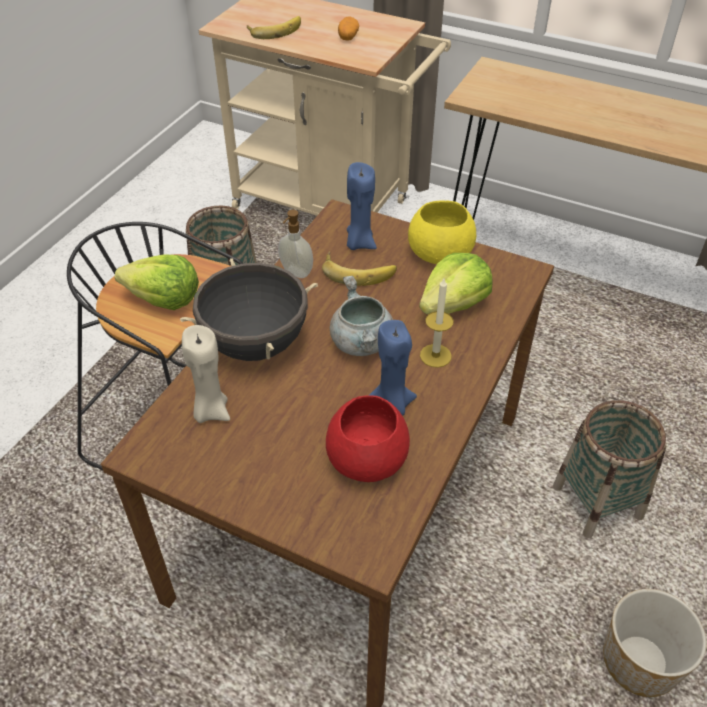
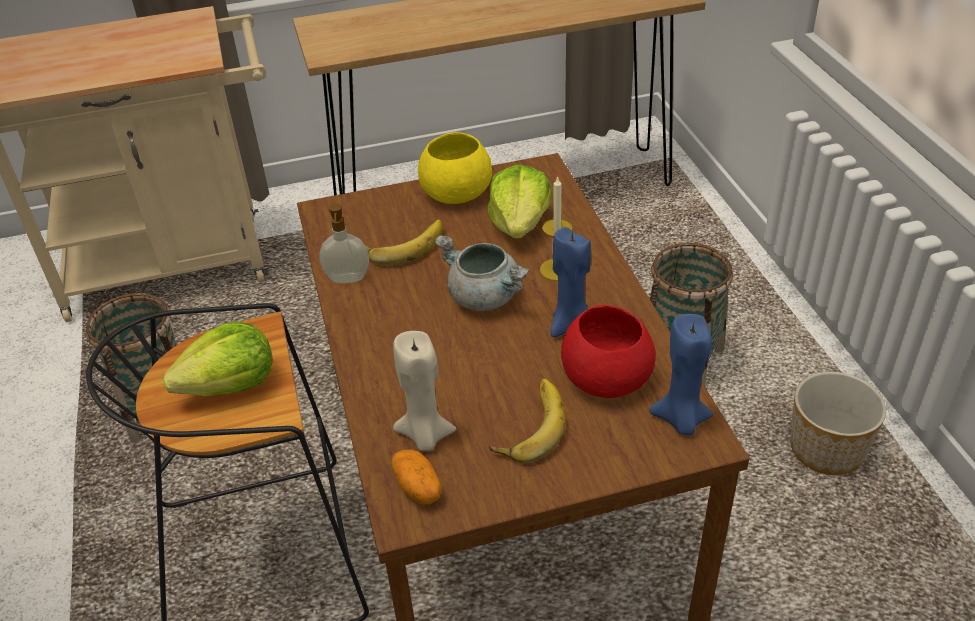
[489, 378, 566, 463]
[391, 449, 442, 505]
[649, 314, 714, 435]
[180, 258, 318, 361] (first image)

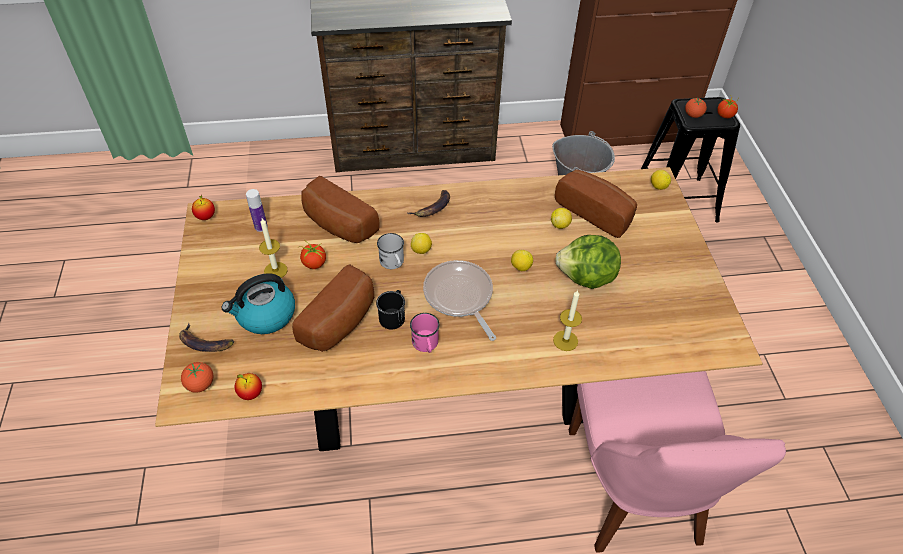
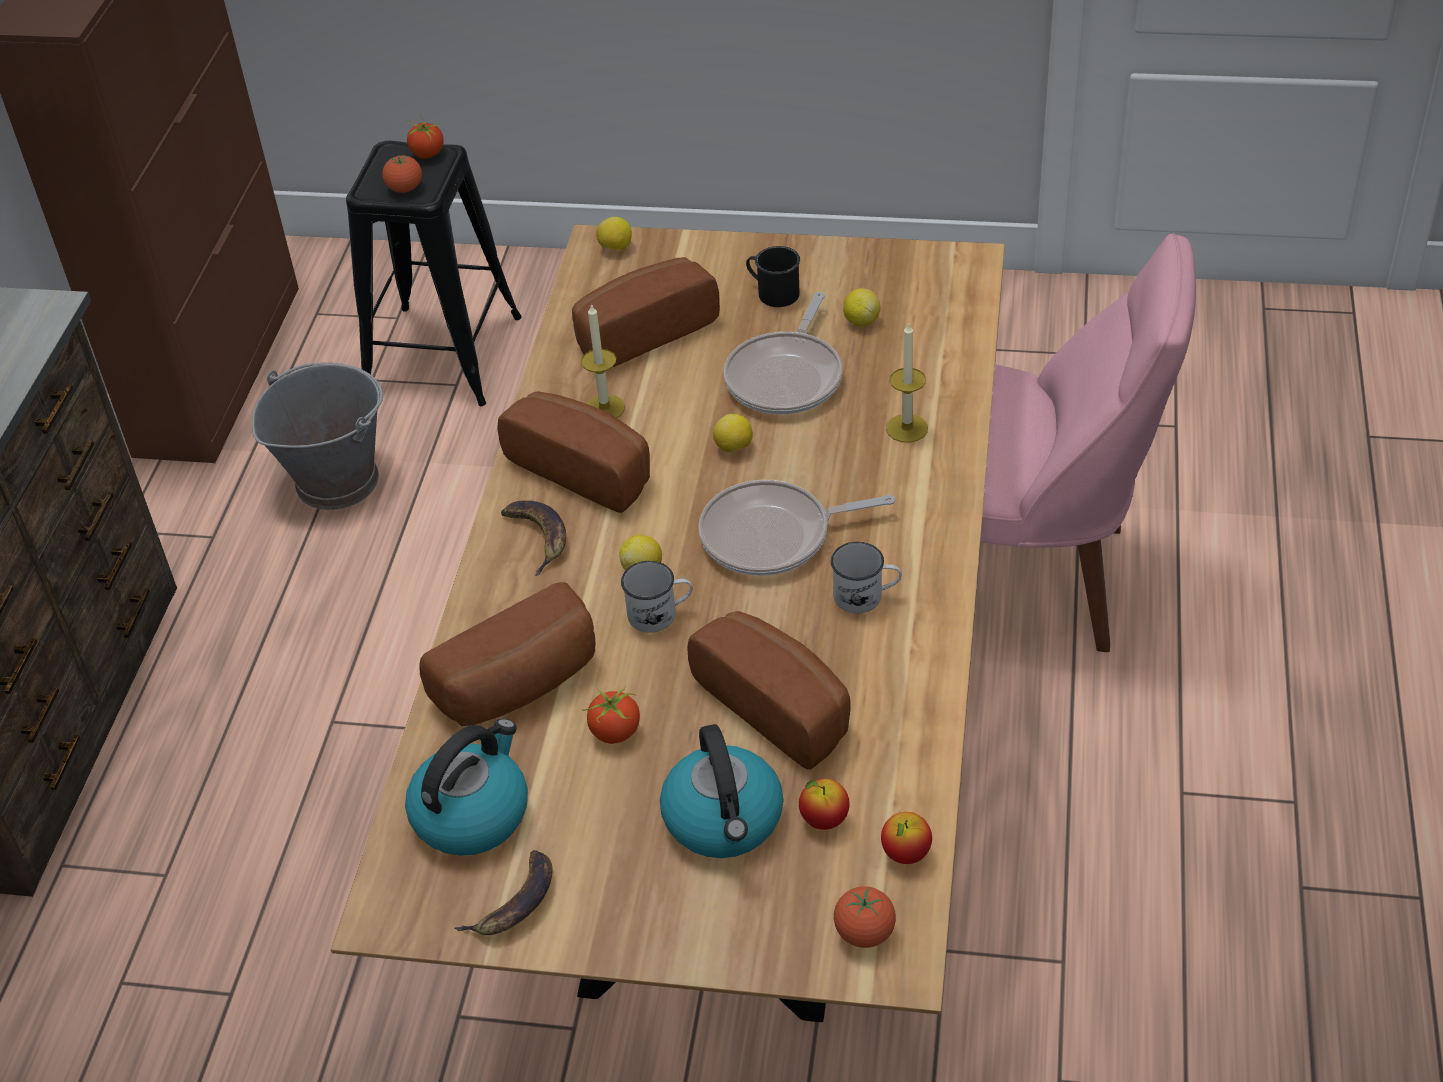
[405, 719, 528, 856]
[799, 779, 850, 830]
[843, 288, 881, 326]
[581, 303, 625, 418]
[724, 292, 842, 415]
[746, 246, 800, 307]
[831, 542, 901, 613]
[455, 850, 553, 935]
[497, 391, 650, 513]

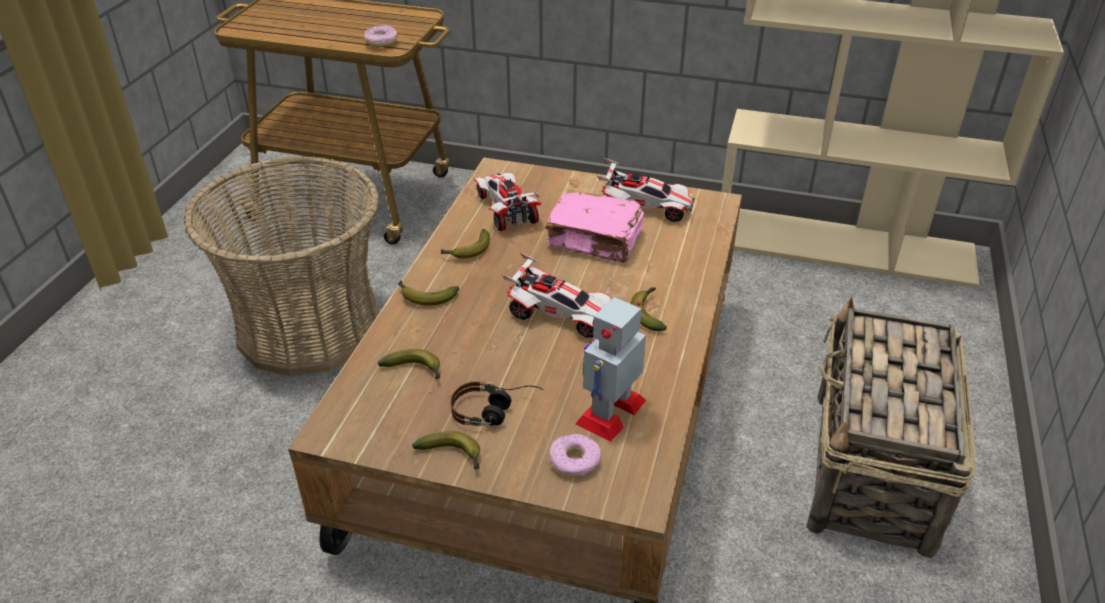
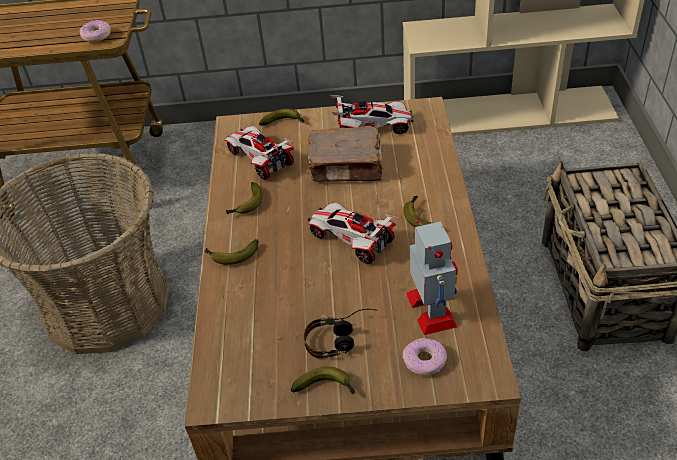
[308, 126, 383, 182]
[307, 202, 399, 264]
[406, 220, 458, 335]
[259, 109, 305, 126]

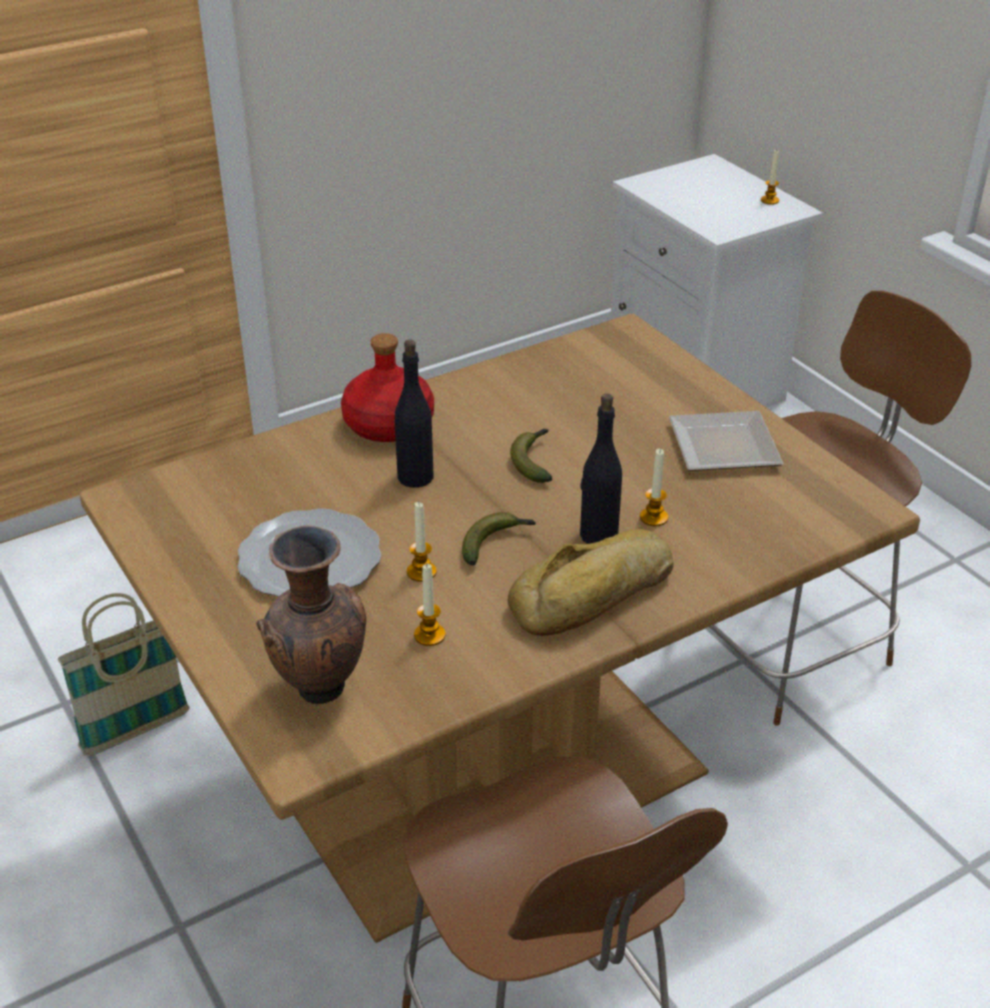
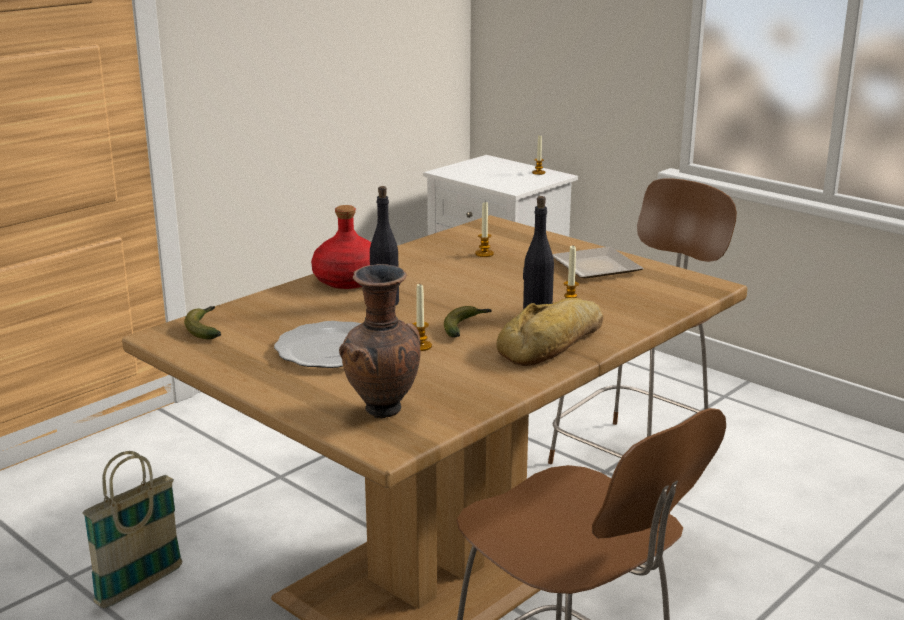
[184, 306, 221, 339]
[475, 202, 494, 257]

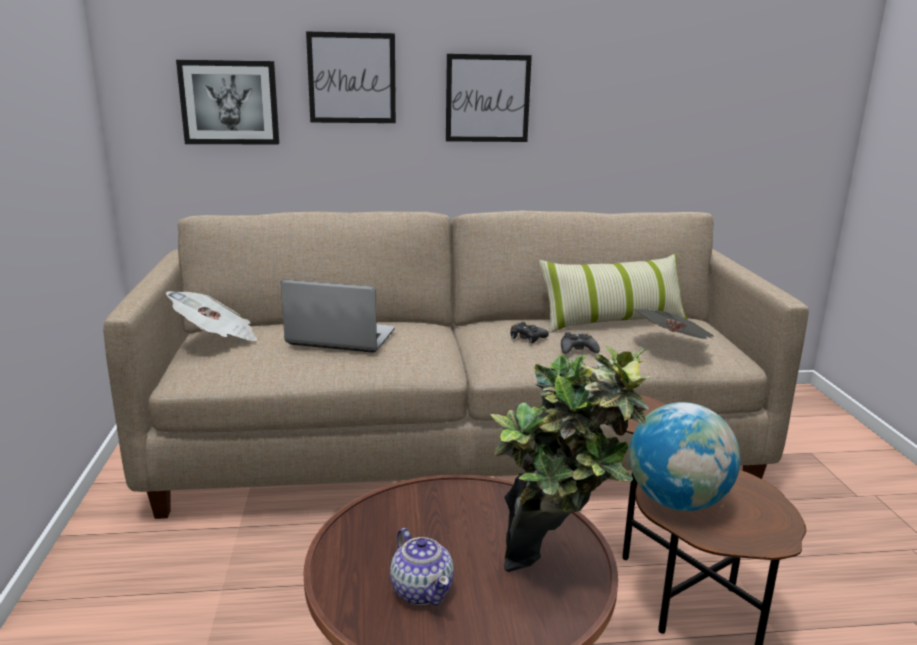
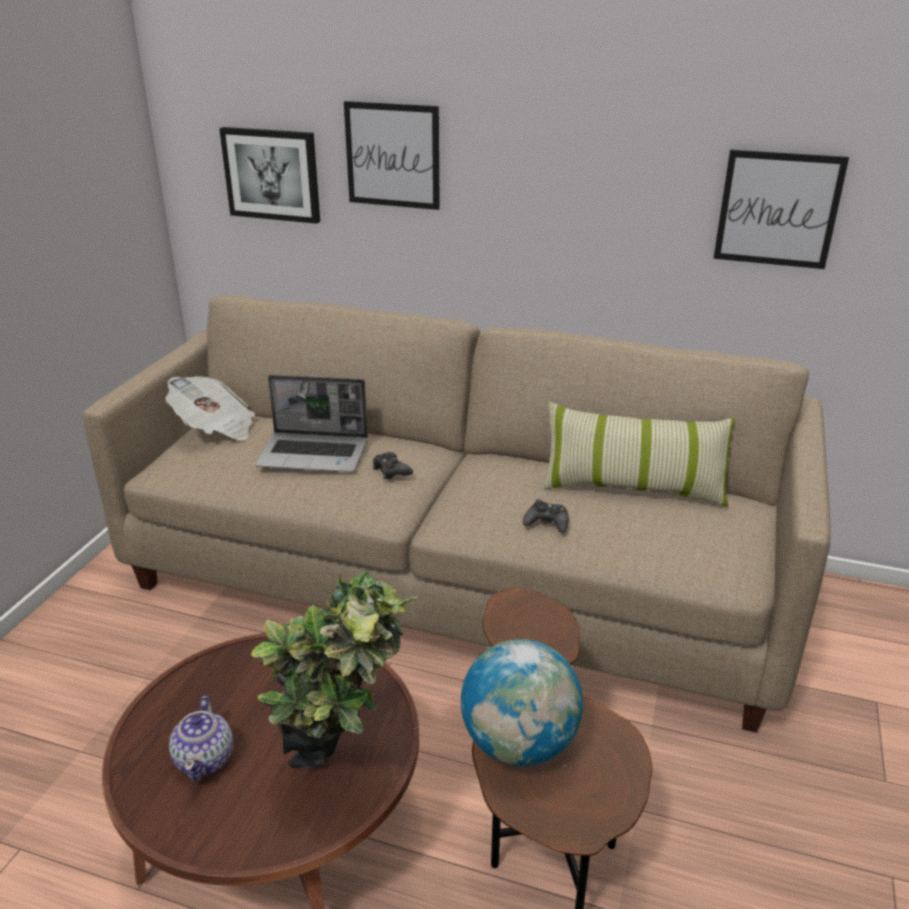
[713, 150, 849, 269]
[255, 375, 368, 472]
[632, 309, 714, 339] (first image)
[372, 452, 413, 480]

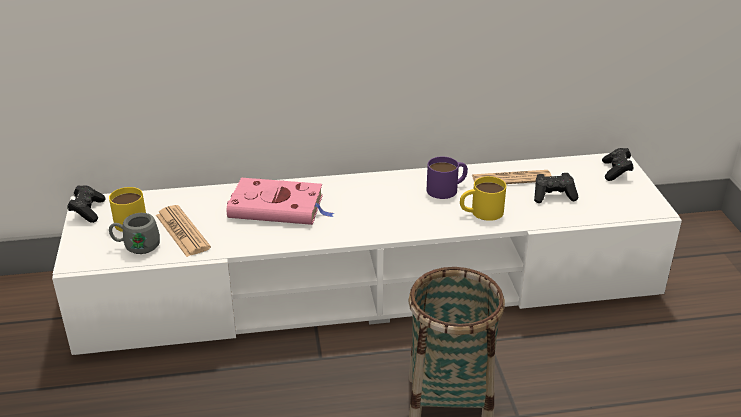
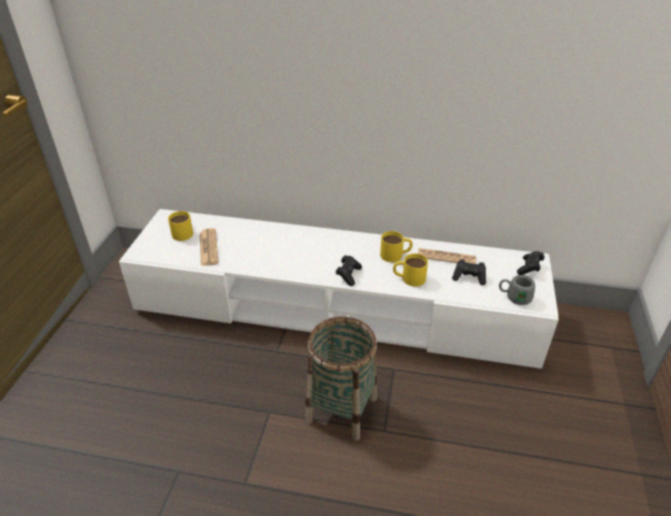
[380, 231, 413, 262]
[227, 178, 334, 225] (first image)
[336, 255, 362, 286]
[499, 275, 535, 305]

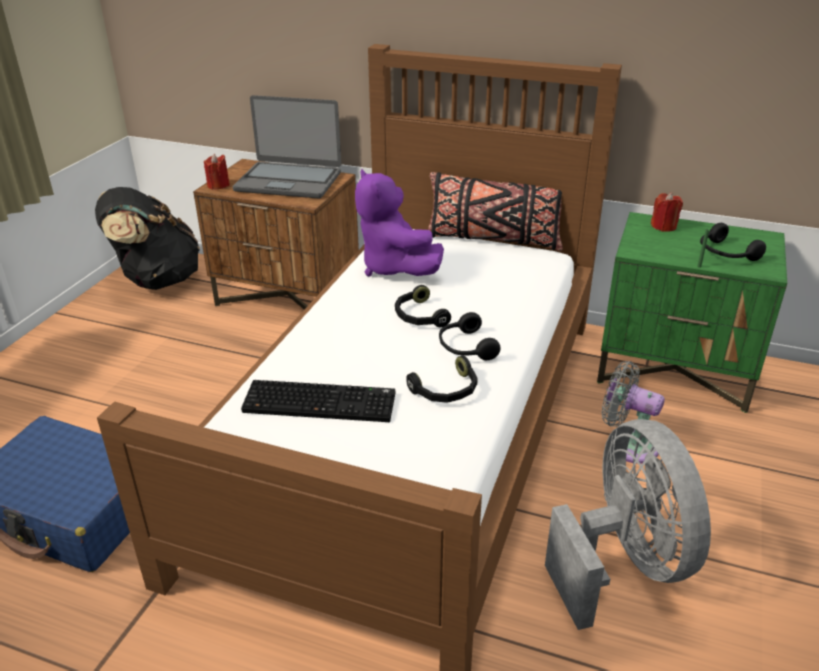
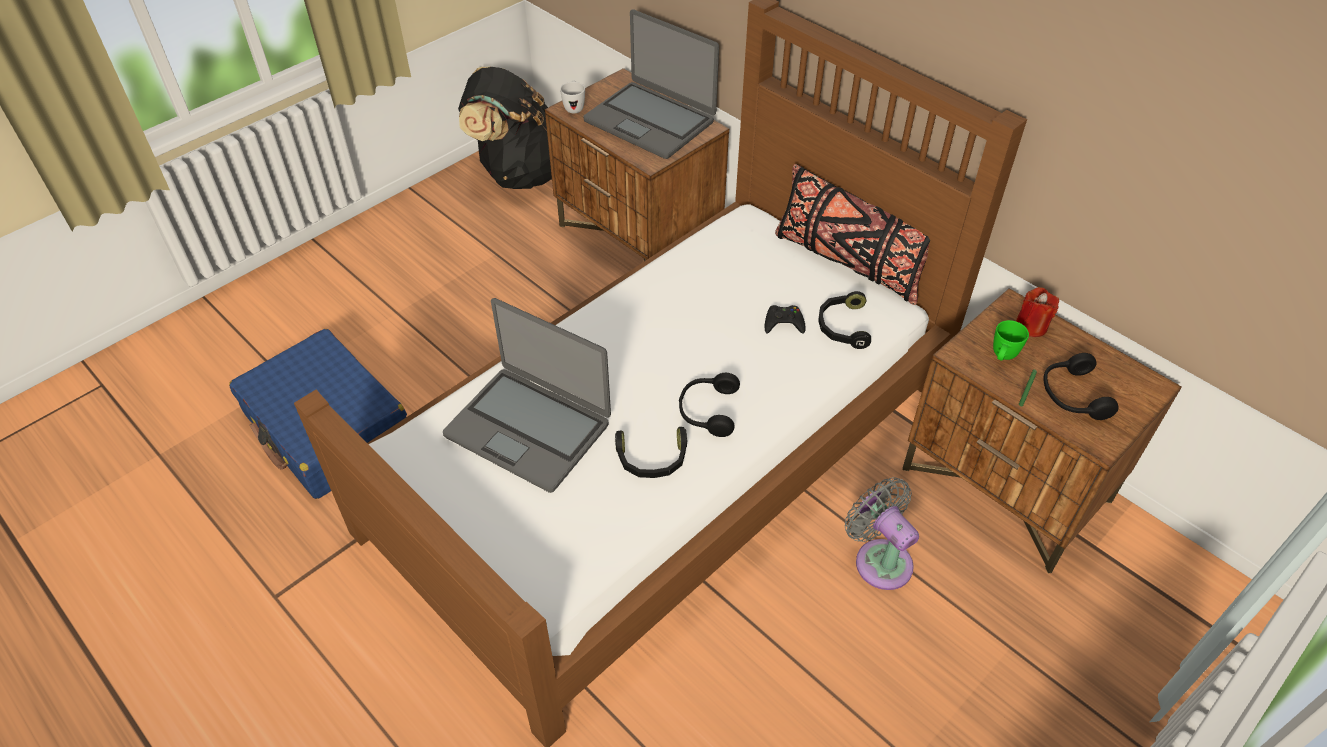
[560, 81, 585, 113]
[355, 169, 444, 277] (first image)
[902, 288, 1182, 574]
[818, 291, 871, 349]
[443, 298, 611, 493]
[545, 419, 711, 630] (first image)
[764, 305, 806, 334]
[993, 320, 1029, 361]

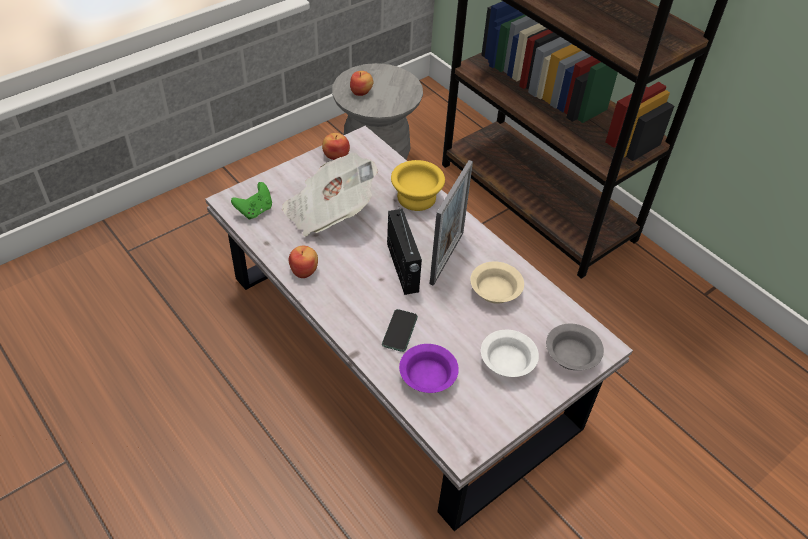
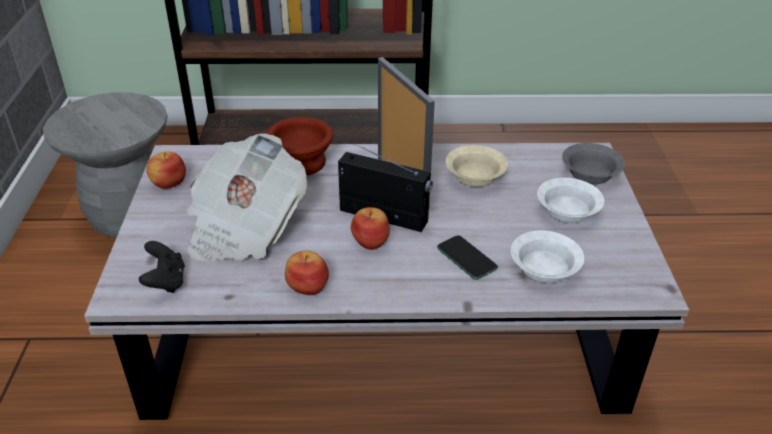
[351, 207, 390, 250]
[266, 117, 333, 176]
[139, 241, 185, 293]
[511, 231, 584, 283]

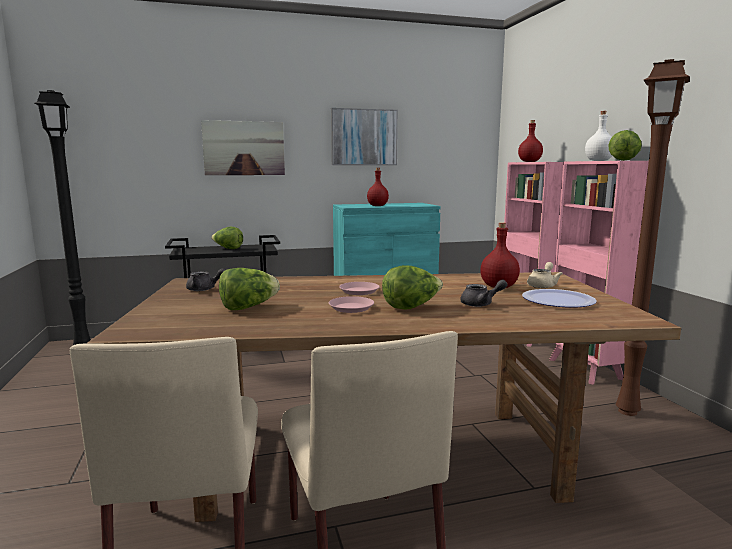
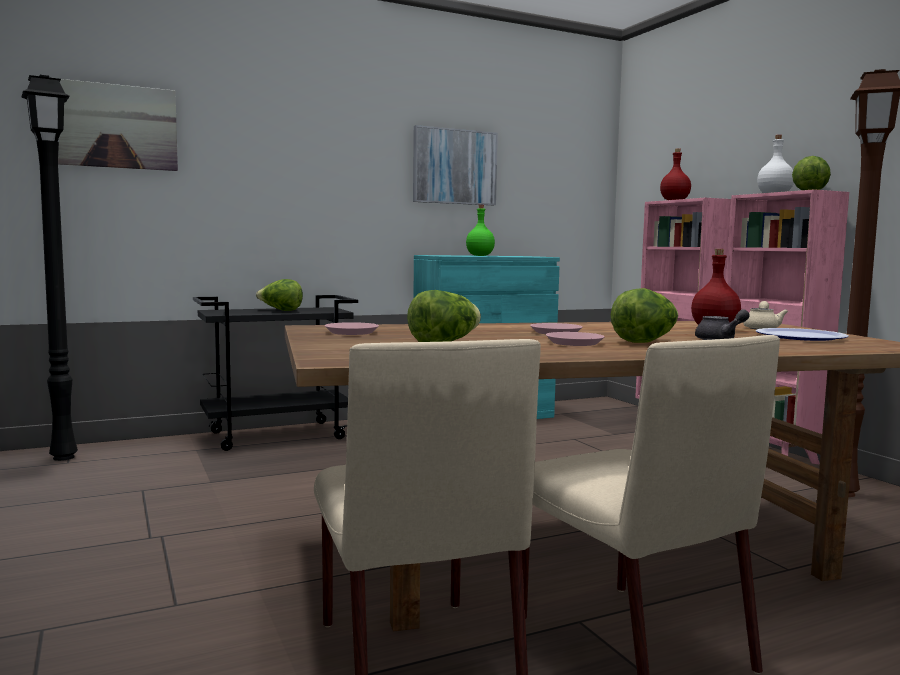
[58, 79, 178, 171]
[466, 205, 495, 256]
[325, 322, 379, 335]

